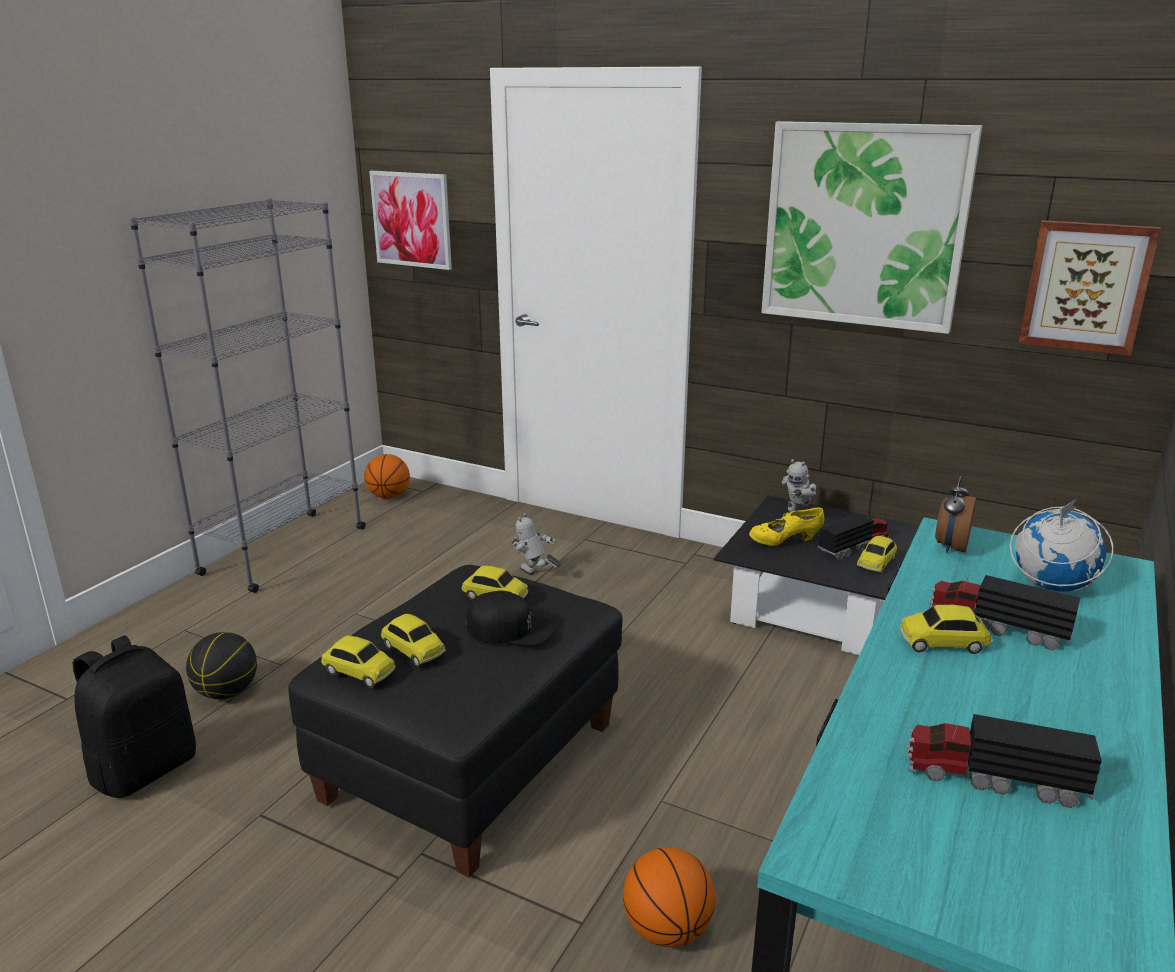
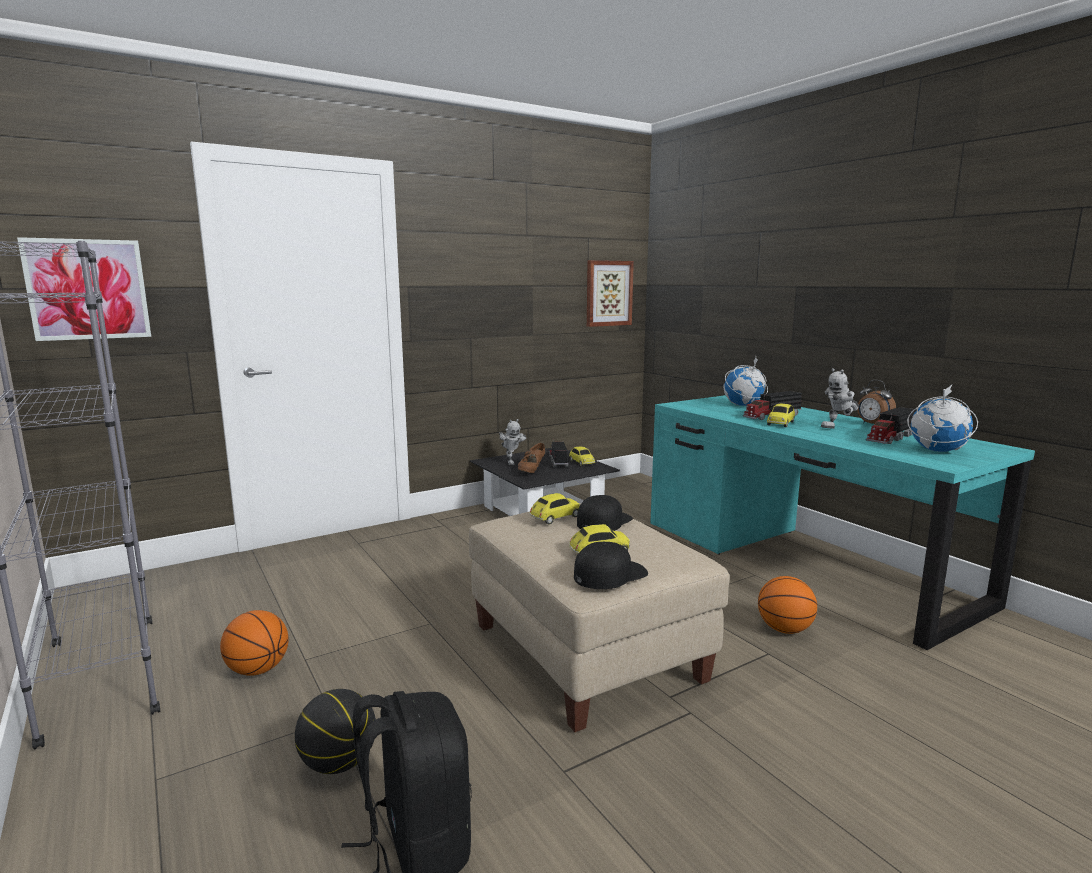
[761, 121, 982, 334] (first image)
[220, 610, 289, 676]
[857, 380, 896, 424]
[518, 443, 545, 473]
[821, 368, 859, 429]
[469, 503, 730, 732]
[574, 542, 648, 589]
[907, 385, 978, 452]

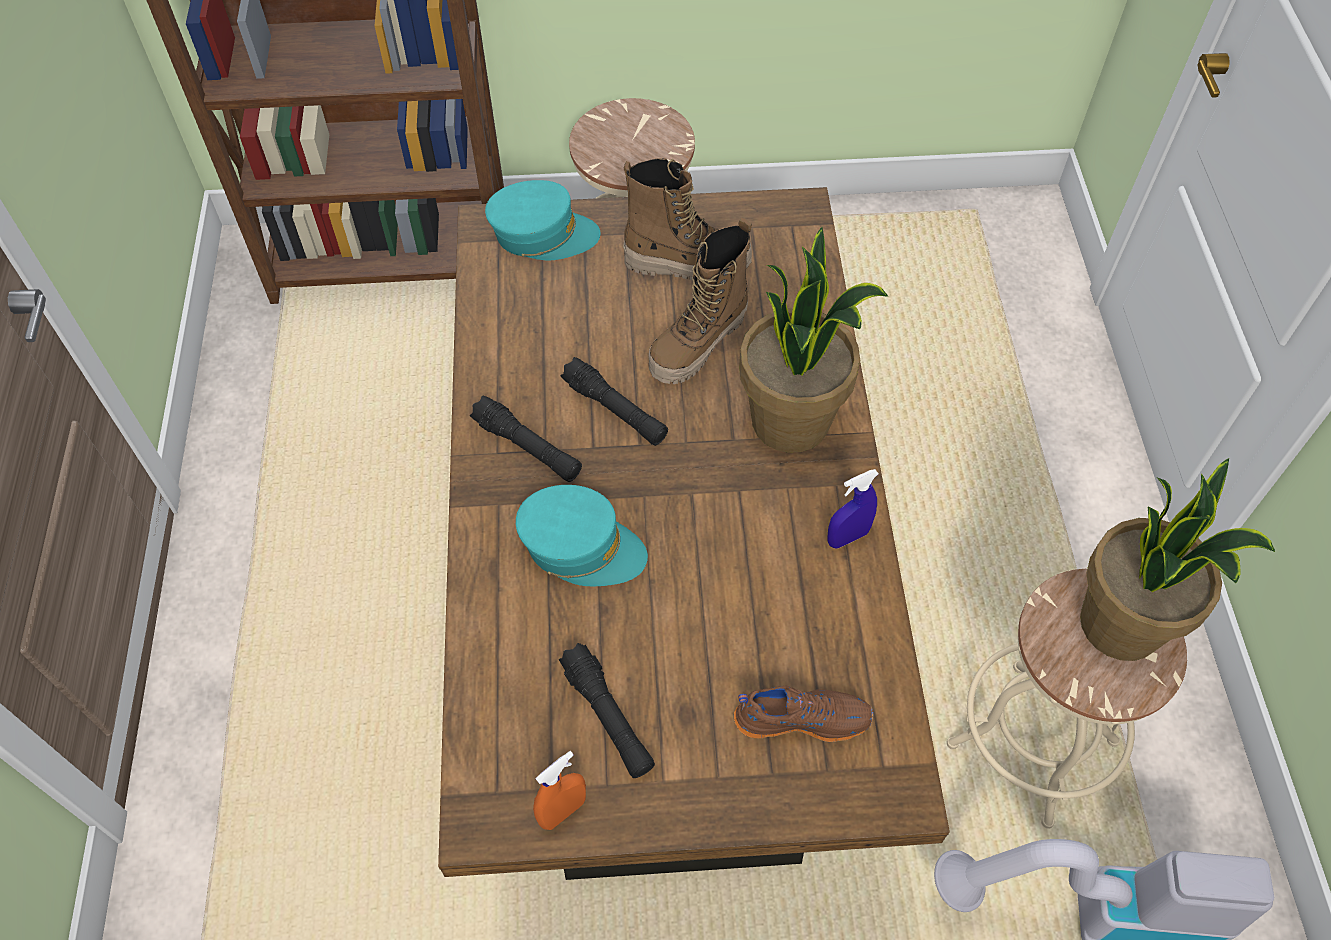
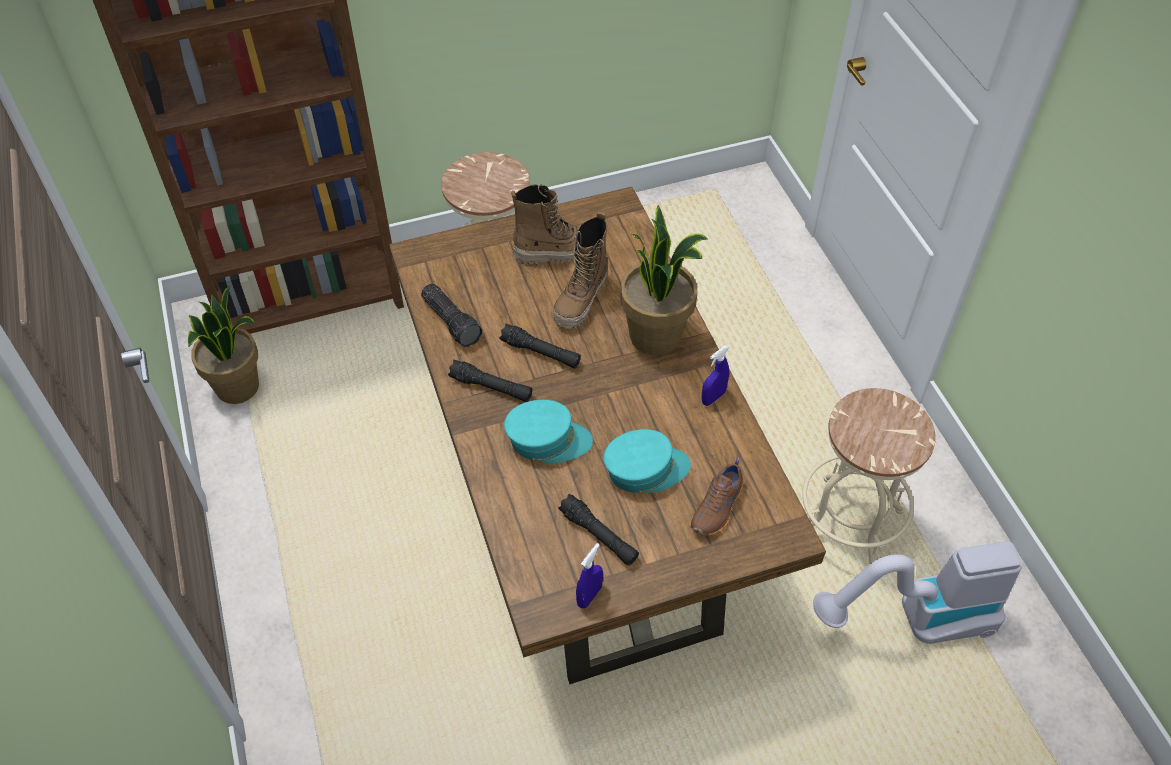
[604, 429, 691, 493]
[188, 286, 259, 404]
[690, 457, 743, 535]
[576, 543, 603, 608]
[421, 284, 482, 347]

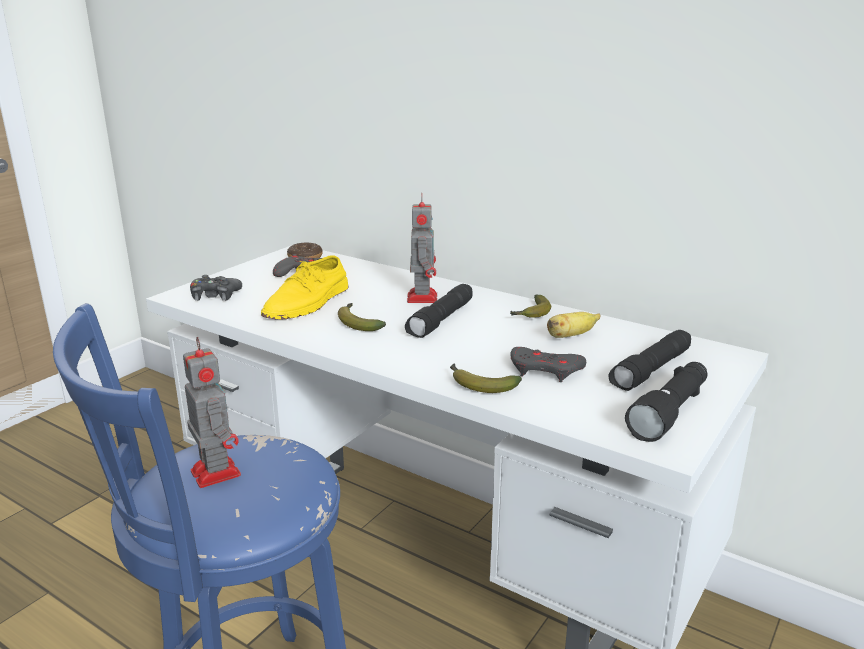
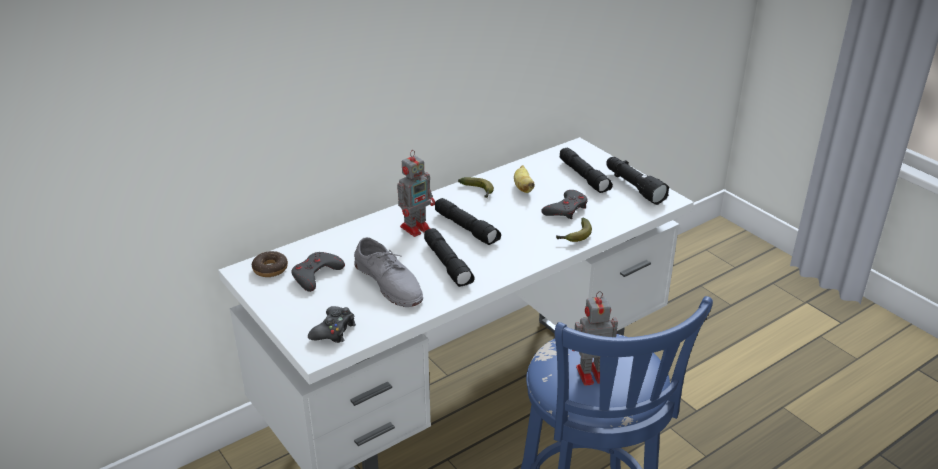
[397, 150, 435, 237]
[354, 237, 423, 307]
[424, 228, 474, 287]

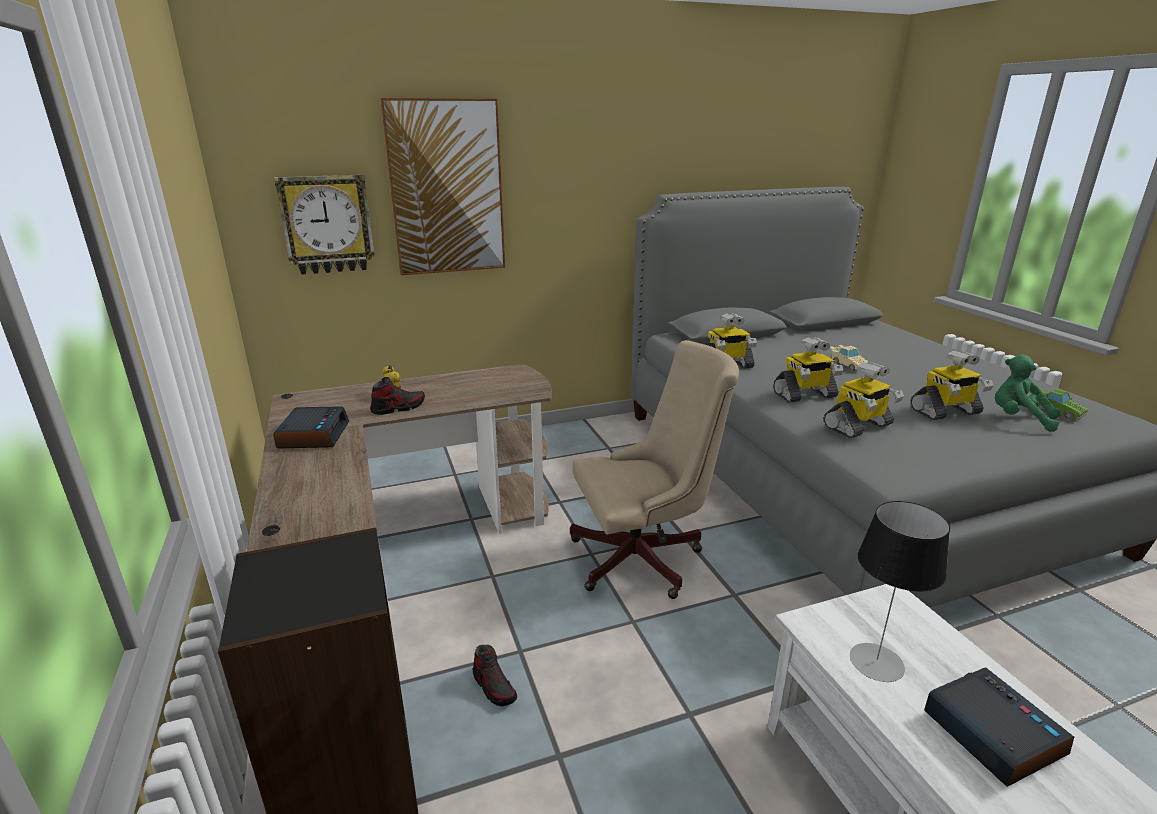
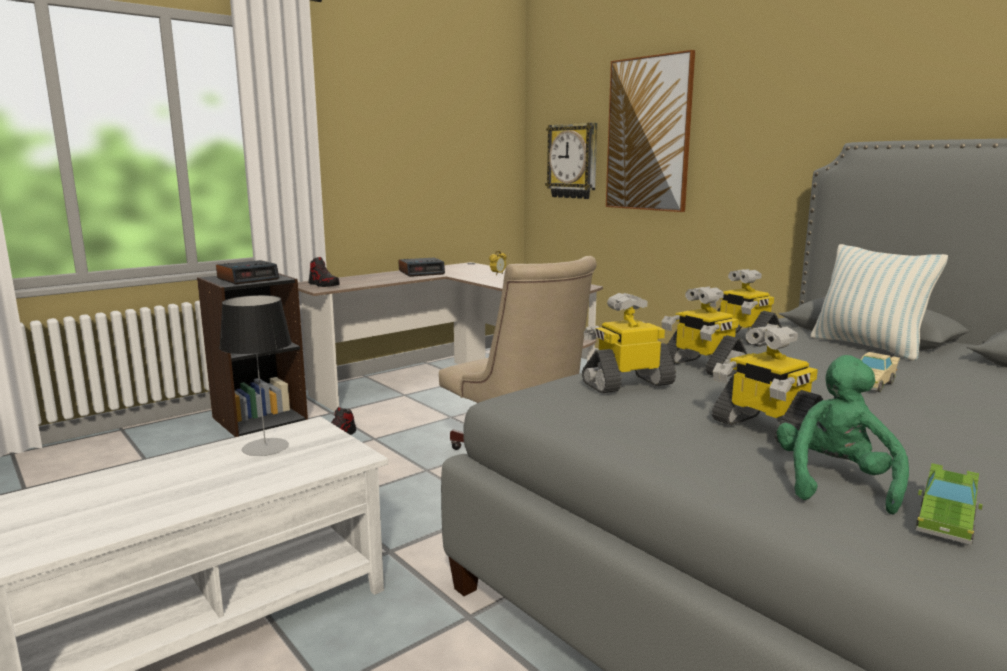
[582, 293, 676, 393]
[309, 257, 340, 287]
[216, 260, 279, 284]
[811, 244, 948, 361]

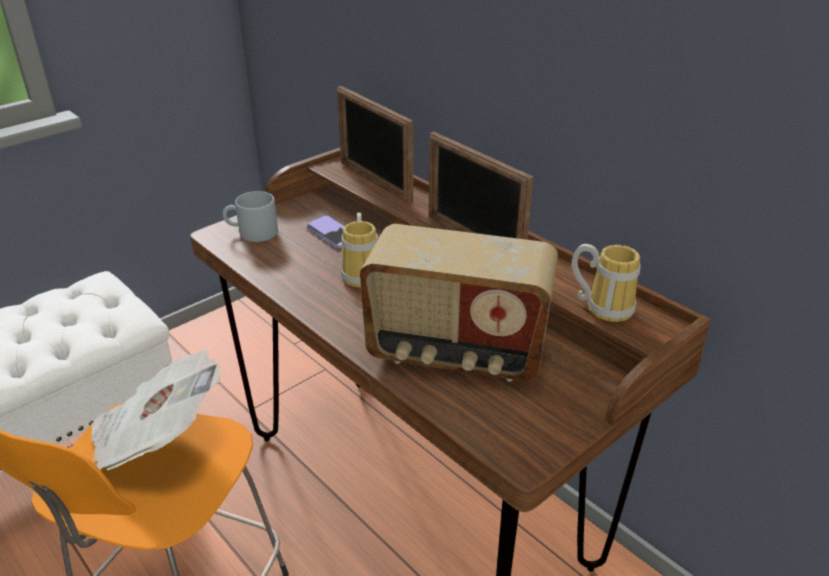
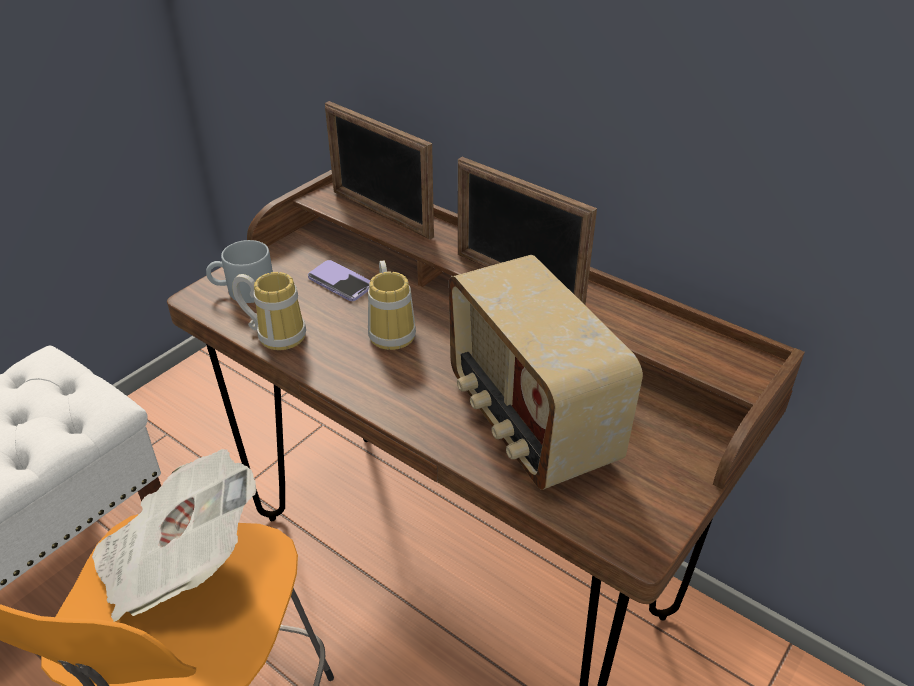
[449, 255, 643, 490]
[232, 272, 306, 350]

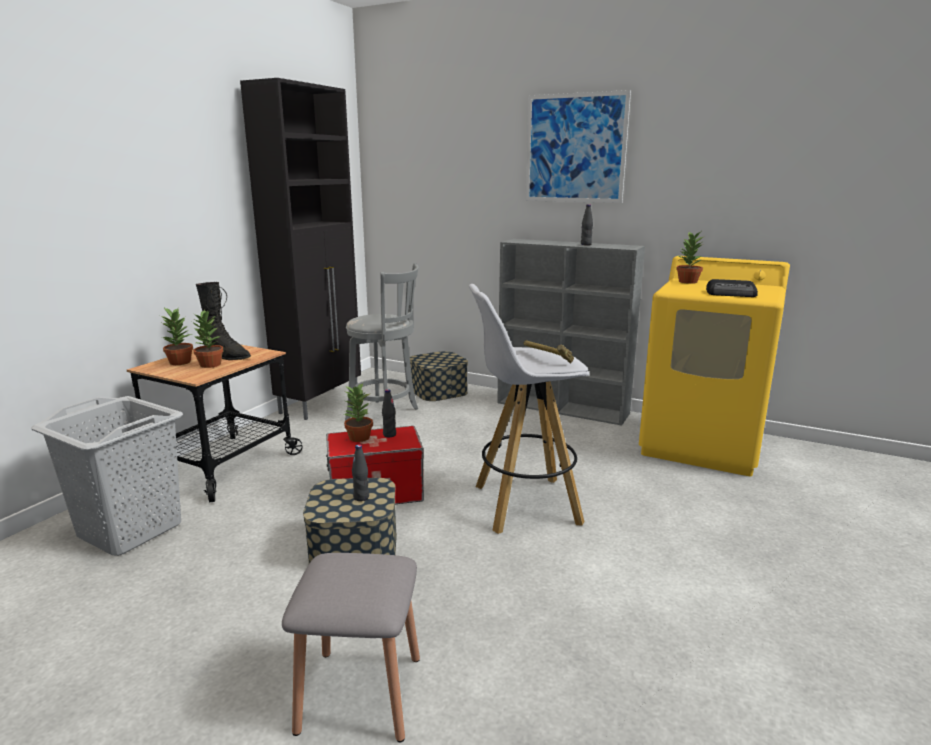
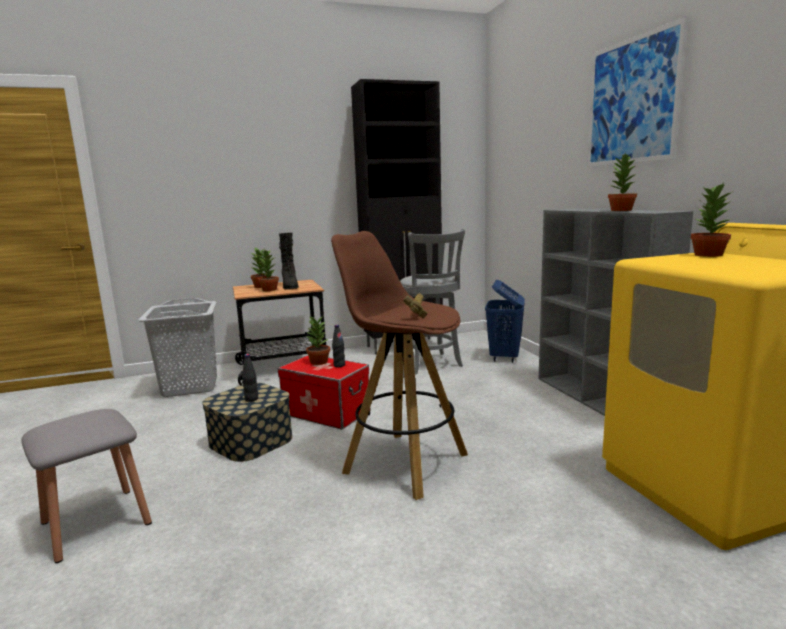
[608, 153, 637, 211]
[706, 279, 758, 297] (first image)
[331, 231, 468, 500]
[485, 280, 525, 363]

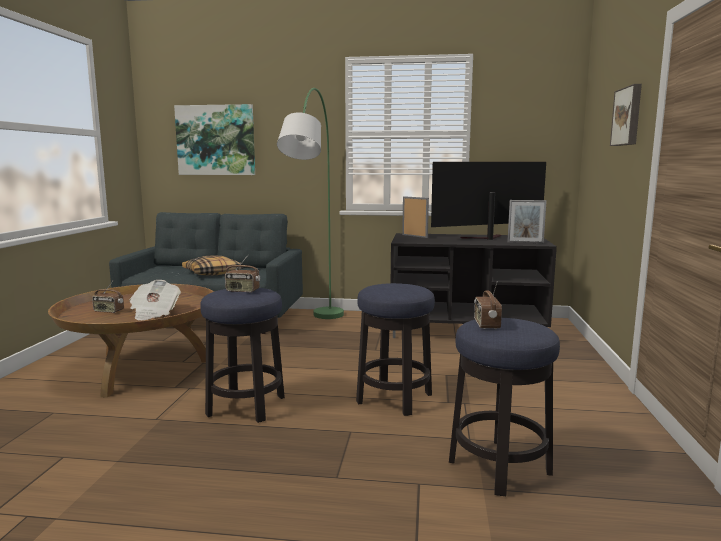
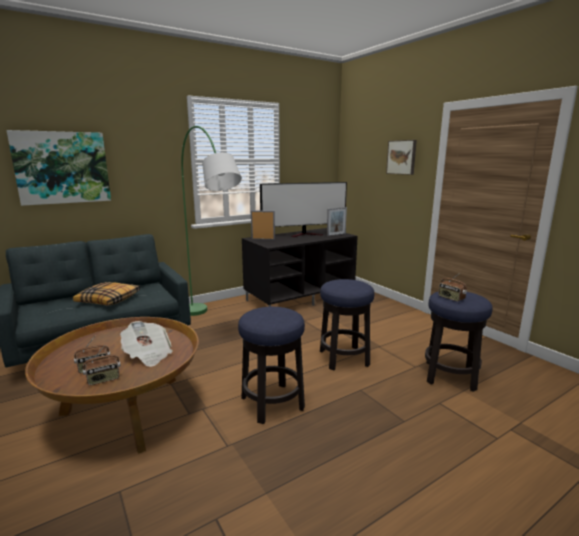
[260, 182, 347, 237]
[83, 345, 121, 385]

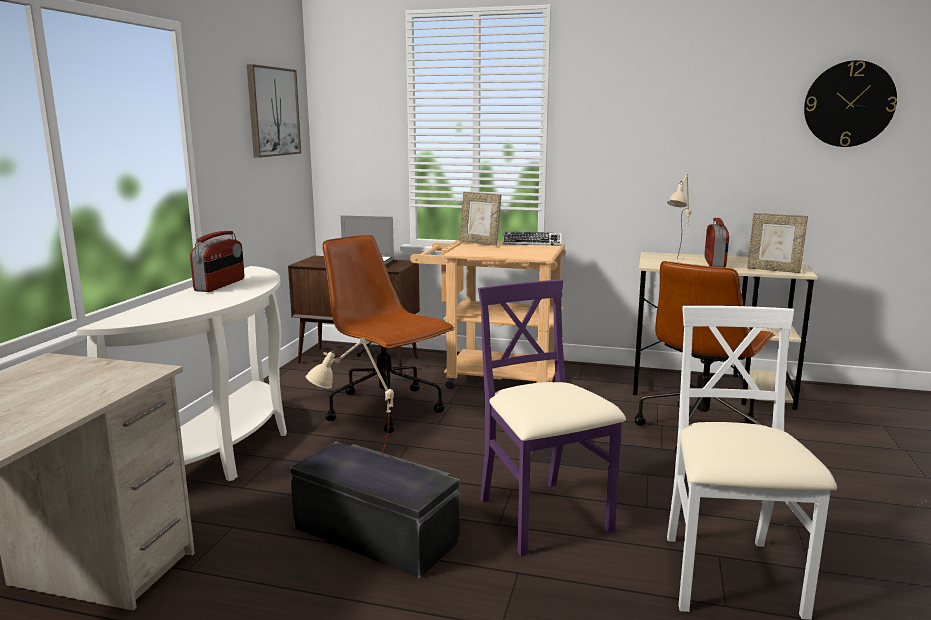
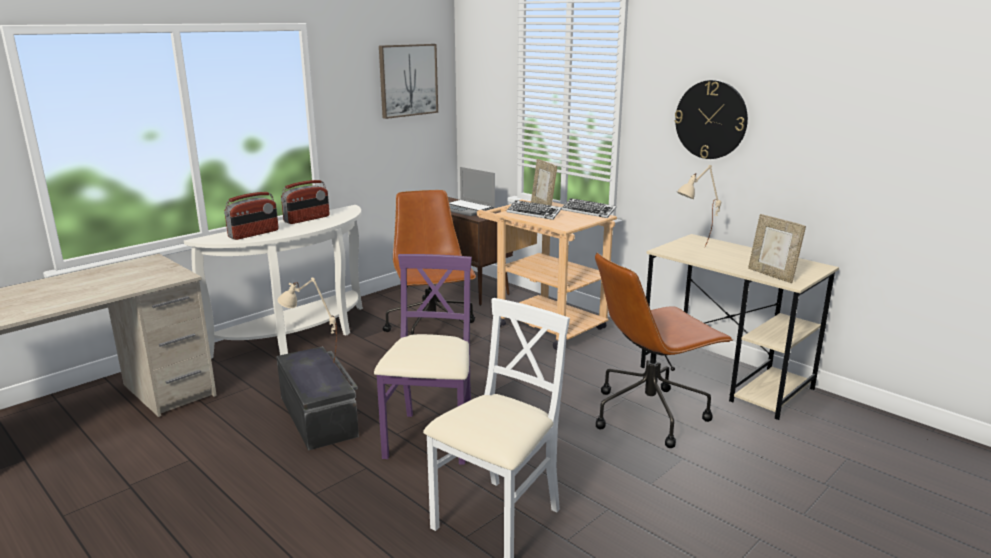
[675, 80, 748, 159]
[224, 192, 278, 240]
[506, 200, 562, 220]

